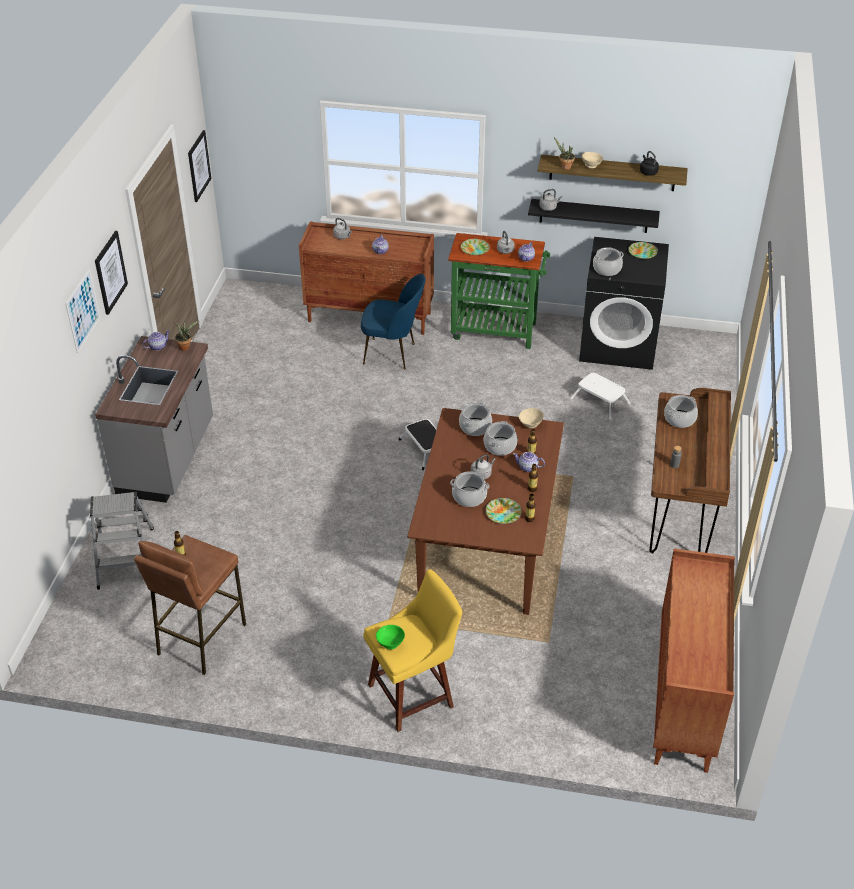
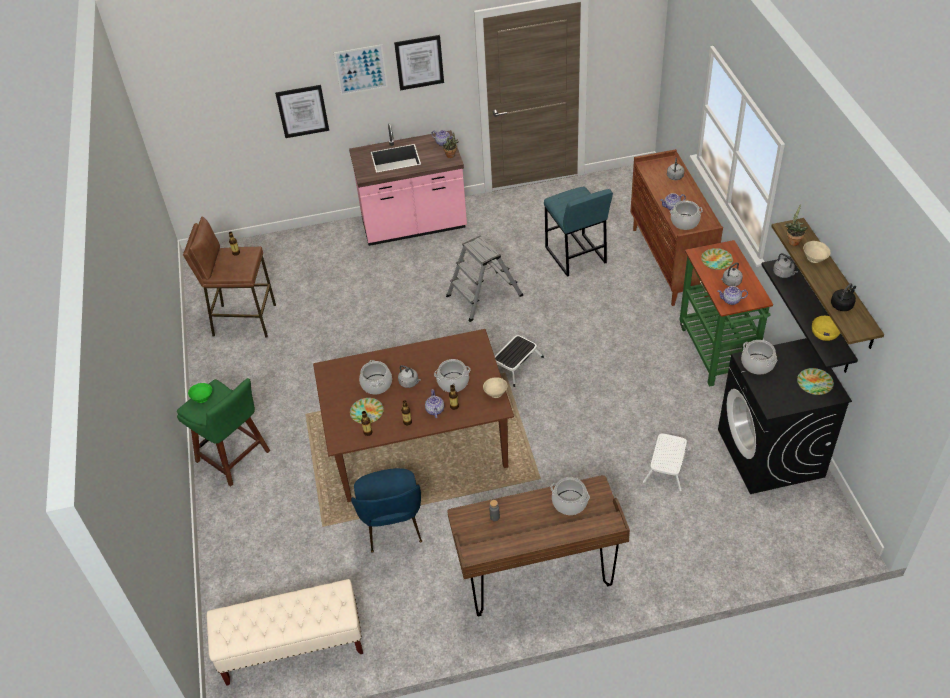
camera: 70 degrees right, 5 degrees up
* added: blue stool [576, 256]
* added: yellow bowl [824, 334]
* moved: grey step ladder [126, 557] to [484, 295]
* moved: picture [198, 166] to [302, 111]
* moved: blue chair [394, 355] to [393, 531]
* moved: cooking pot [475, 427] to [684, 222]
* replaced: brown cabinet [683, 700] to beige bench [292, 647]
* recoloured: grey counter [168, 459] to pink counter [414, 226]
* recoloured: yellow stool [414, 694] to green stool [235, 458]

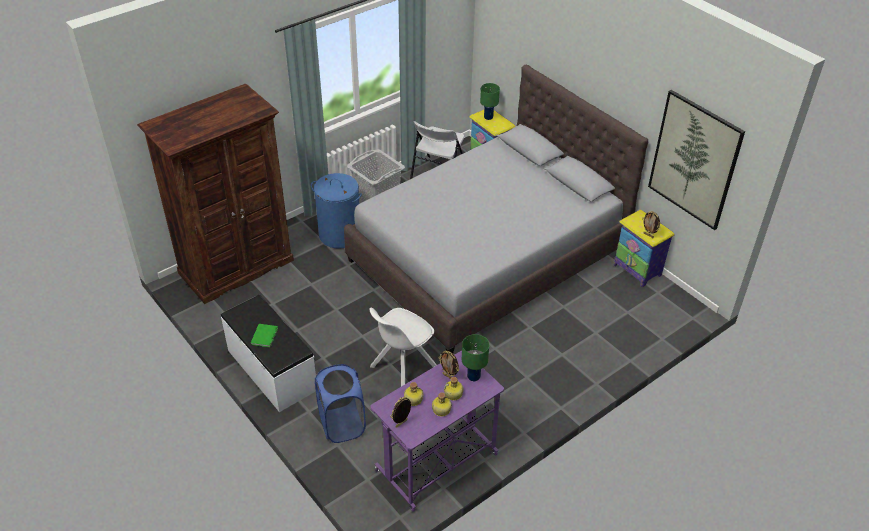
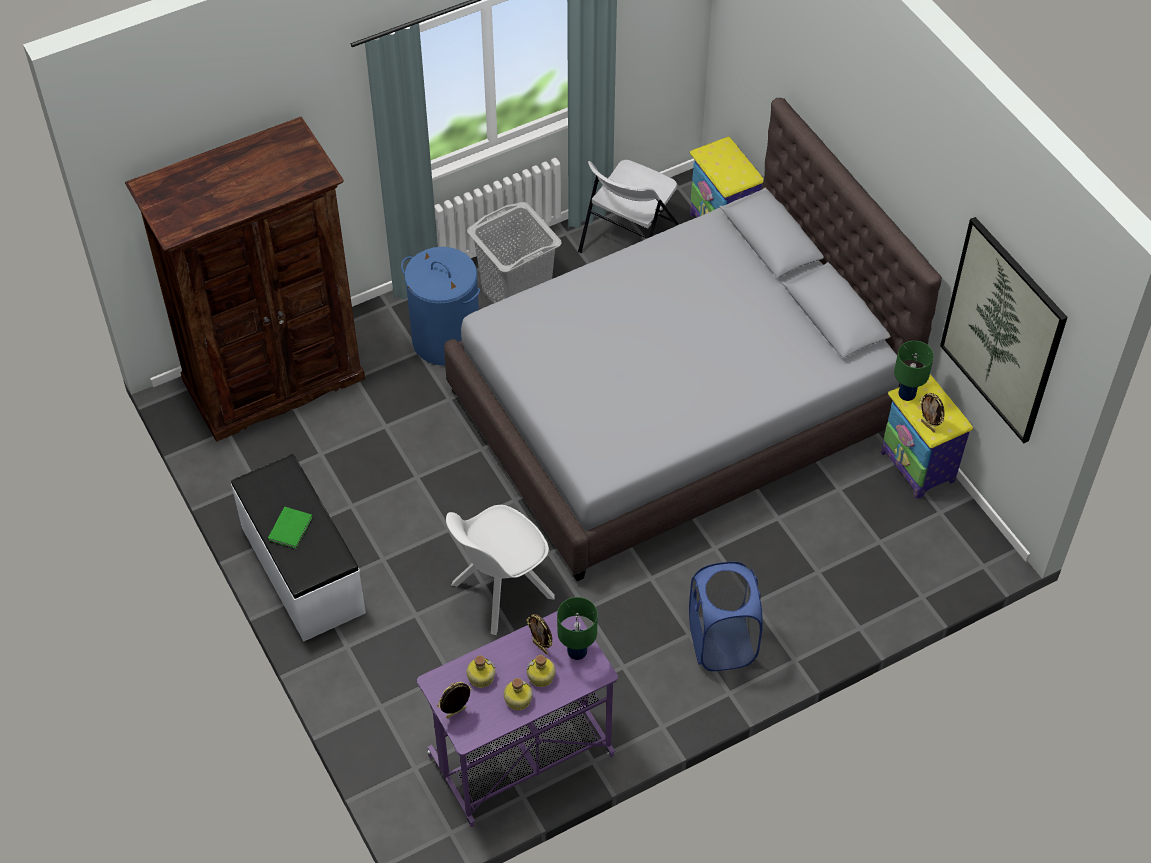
camera: 10 degrees right, 10 degrees up
* moved: blue laundry basket [342, 424] to [722, 643]
* moved: green table lamp [489, 117] to [907, 395]

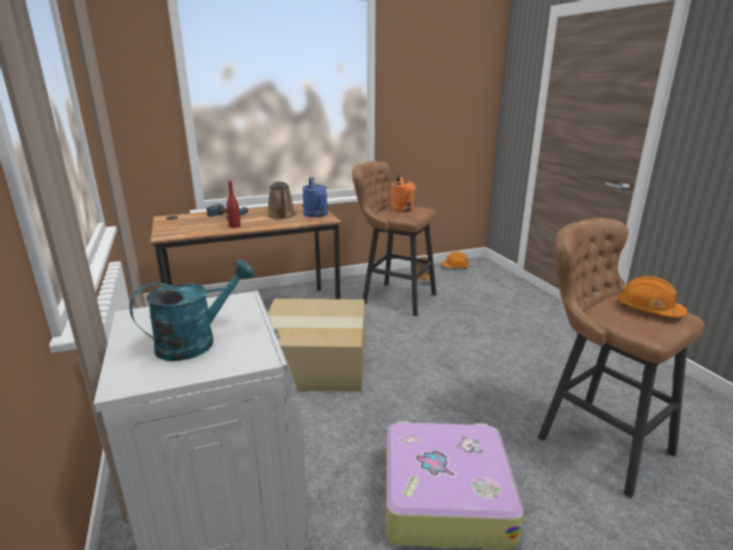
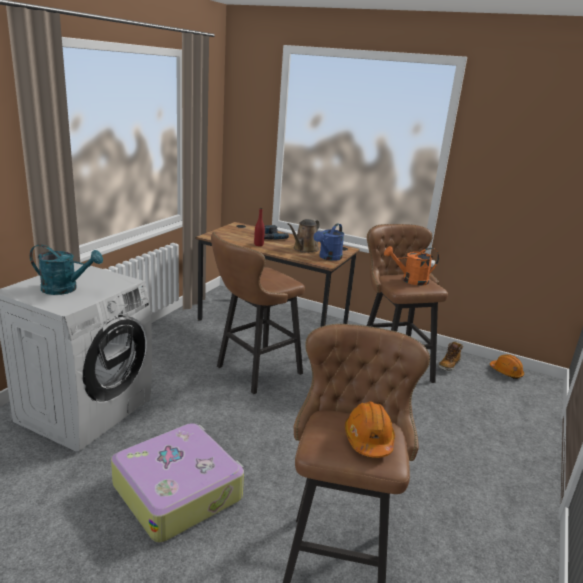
camera: 45 degrees right, 0 degrees up
* replaced: cardboard box [313, 362] to brown stool [251, 373]
* turned: orange watering can [403, 210] = [410, 280] 45 degrees clockwise

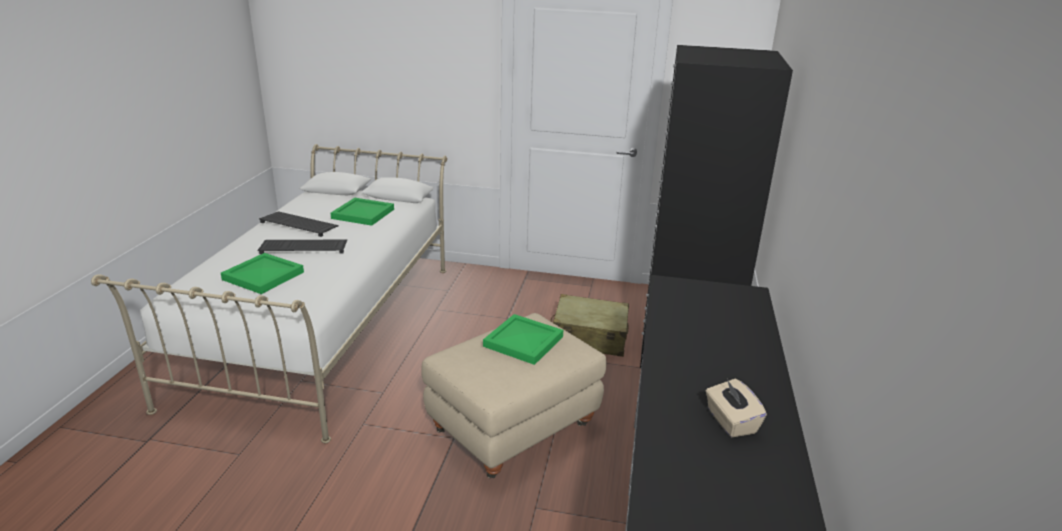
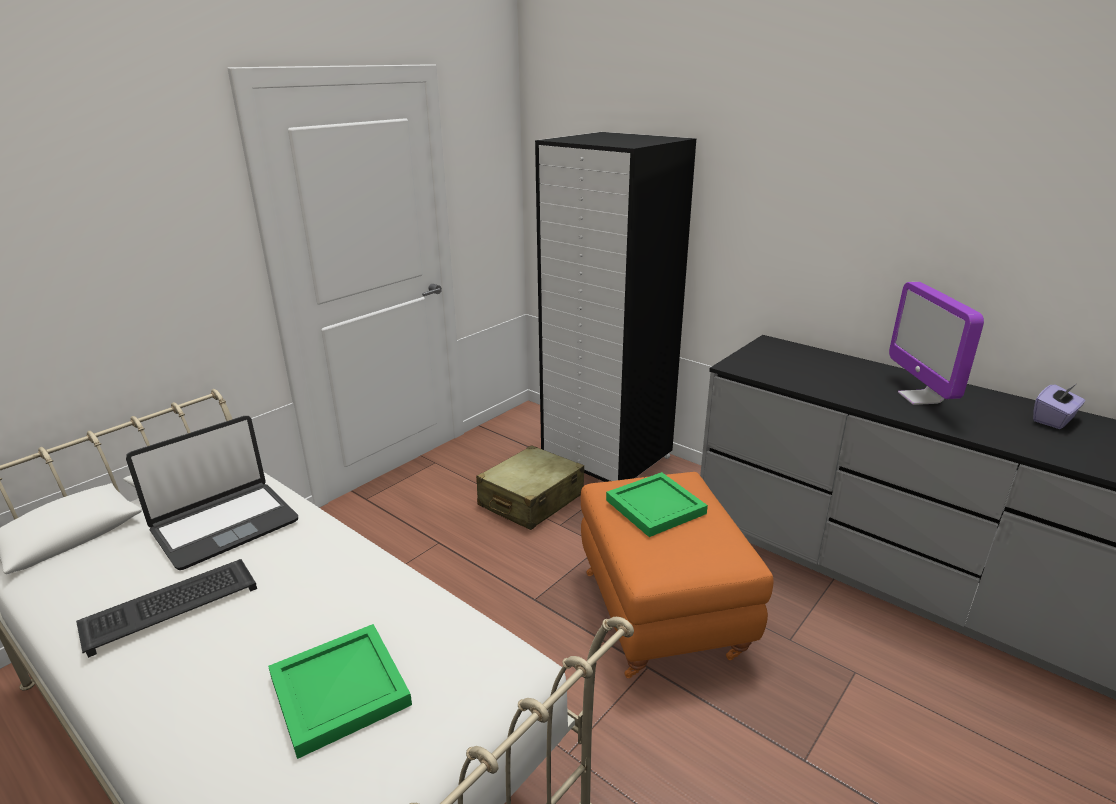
camera: 60 degrees left, 0 degrees up
* removed: keyboard [305, 247]
* removed: beige tissue box [730, 422]
* added: monitor [920, 398]
* added: purple tissue box [1054, 420]
* replaced: green tray [364, 214] to laptop [224, 525]
* recoloured: beige ottoman [513, 432] to orange ottoman [663, 614]

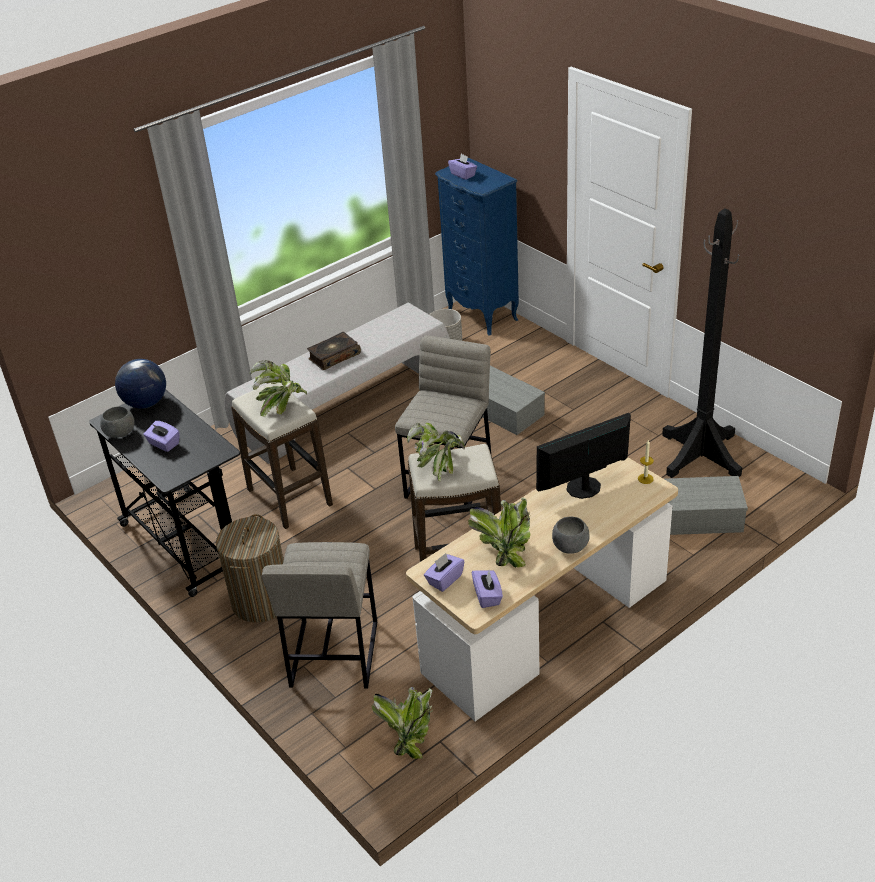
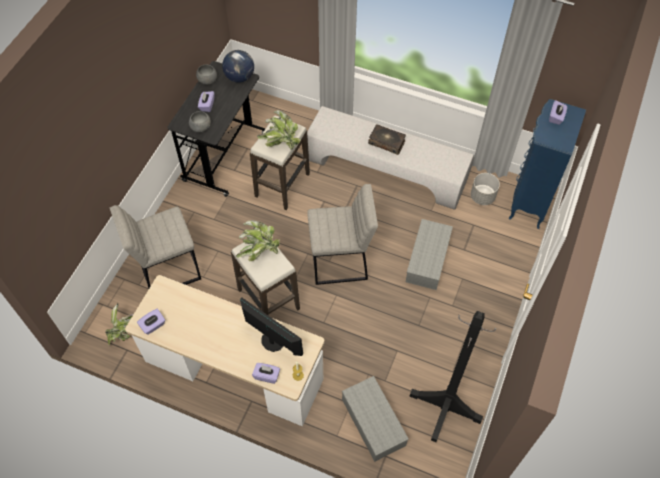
camera: 60 degrees right, 20 degrees up
* removed: laundry basket [261, 601]
* removed: potted plant [504, 550]
* moved: purple tissue box [444, 579] to [267, 375]
* moved: grey bowl [571, 547] to [201, 128]

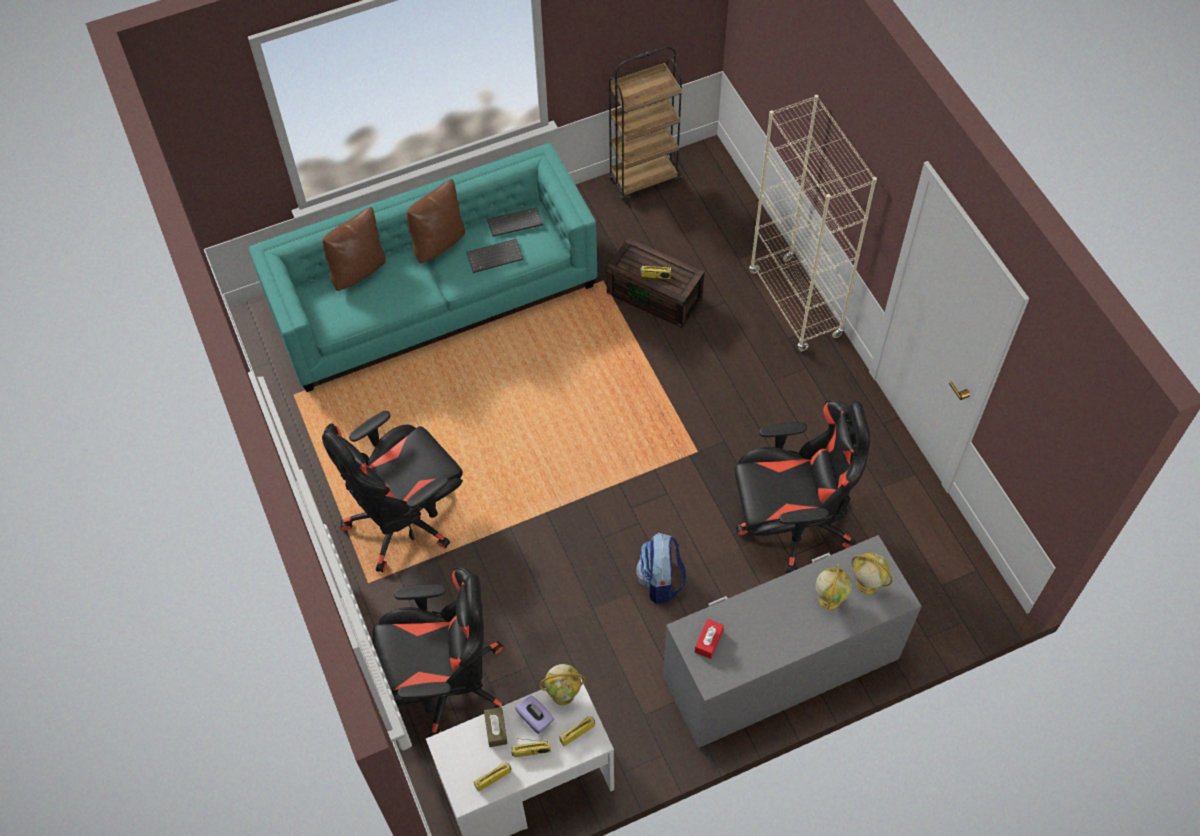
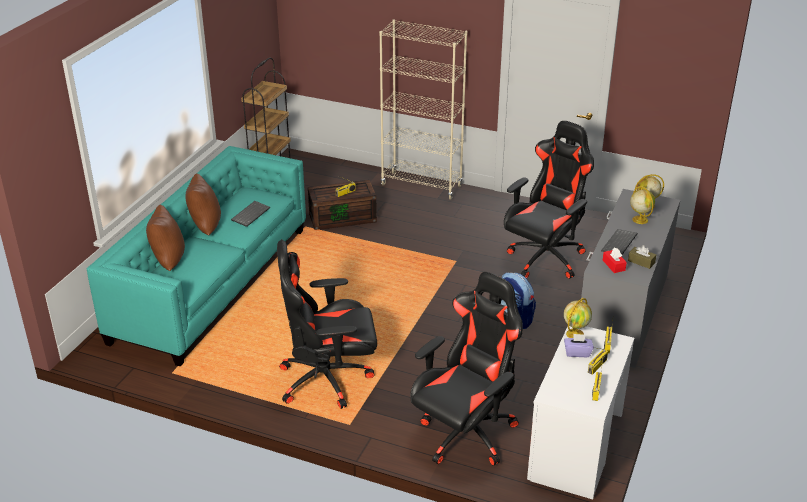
camera: 45 degrees left, 25 degrees down
* moved: brown tissue box [496, 729] to [641, 262]
* moved: keyboard [514, 224] to [620, 244]
* turned: black office chair [408, 516] = [331, 380] 75 degrees clockwise

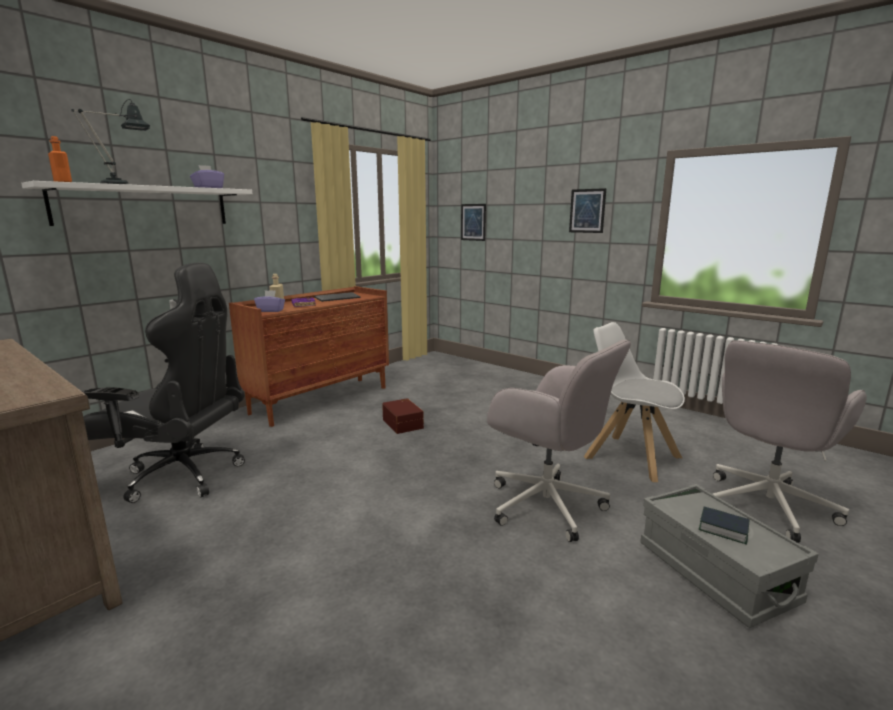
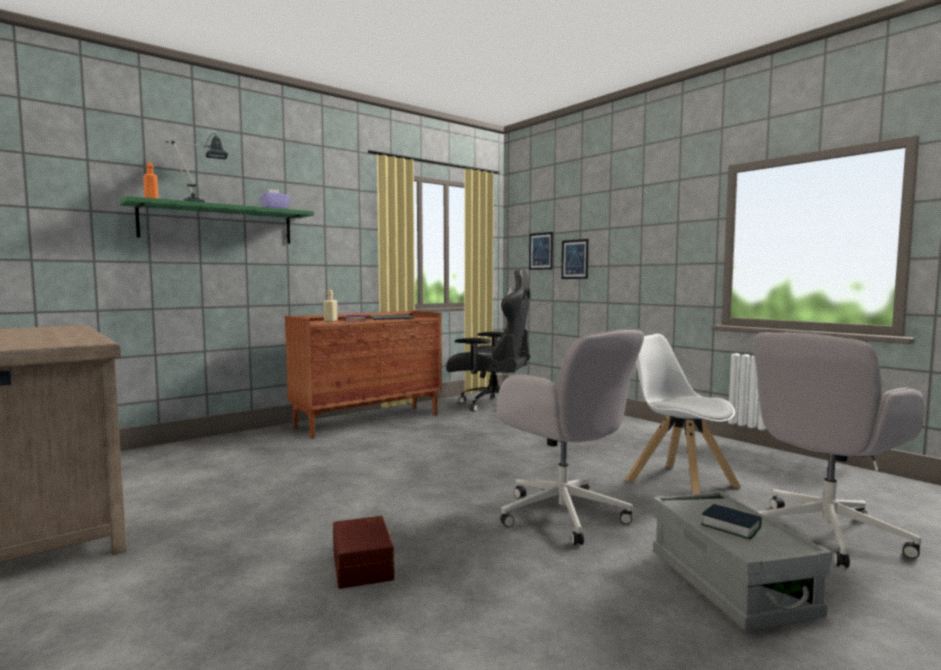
camera: 10 degrees right, 10 degrees down
* removed: purple tissue box [271, 310]
* moved: black office chair [177, 475] to [489, 404]
* moved: brown storage box [403, 423] to [364, 565]
* moved: picture [587, 211] to [575, 259]
* recoloured: white shelf [144, 206] to green shelf [218, 224]

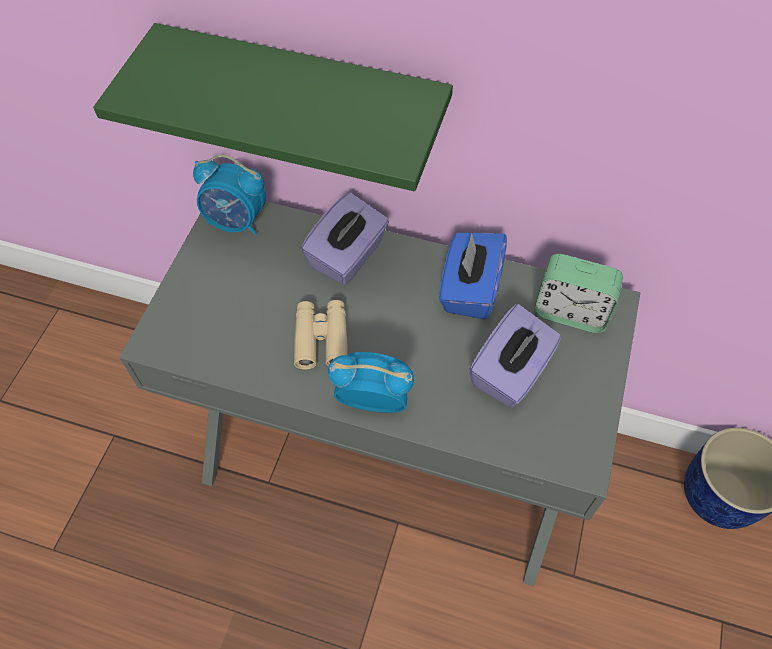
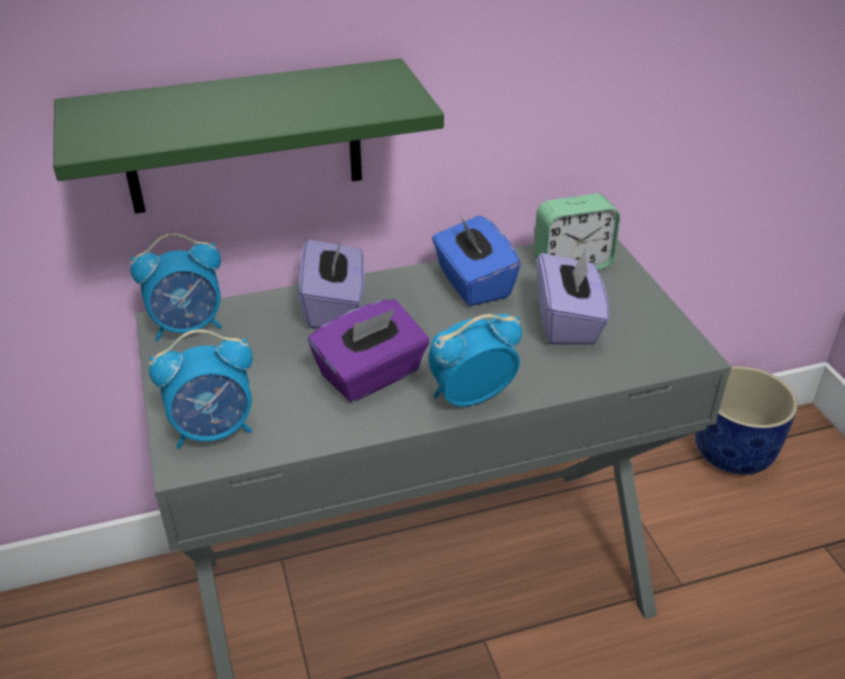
camera: 35 degrees left, 20 degrees down
* added: alarm clock [214, 430]
* replaced: beige binoculars [321, 338] to purple tissue box [371, 375]

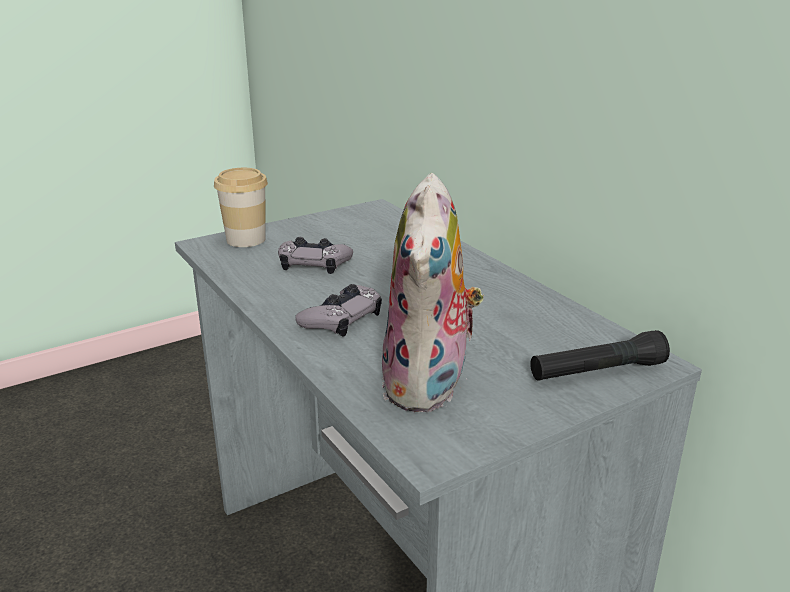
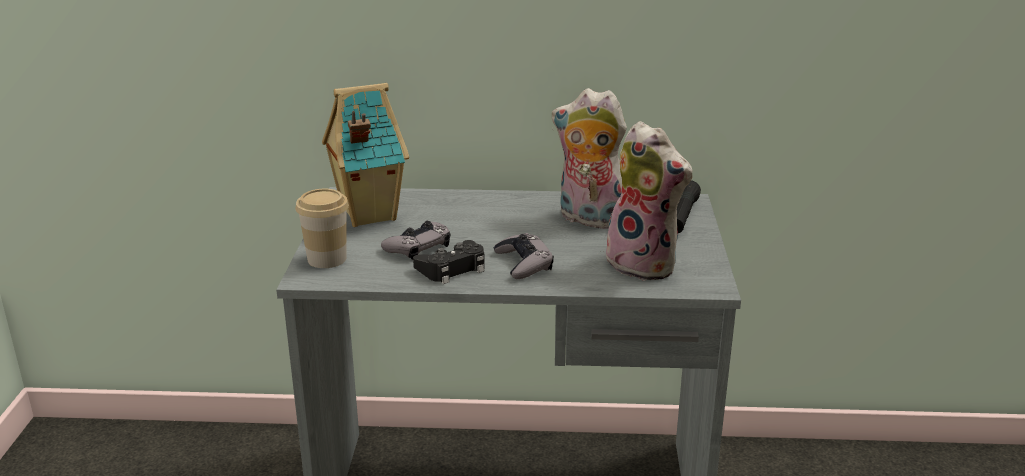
camera: 55 degrees left, 0 degrees up
* added: toy house [367, 215]
* added: black game controller [452, 269]
* added: plush toy [589, 219]

